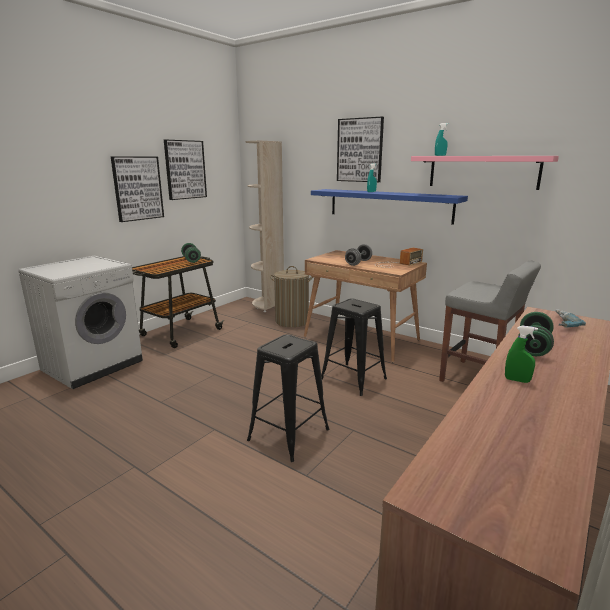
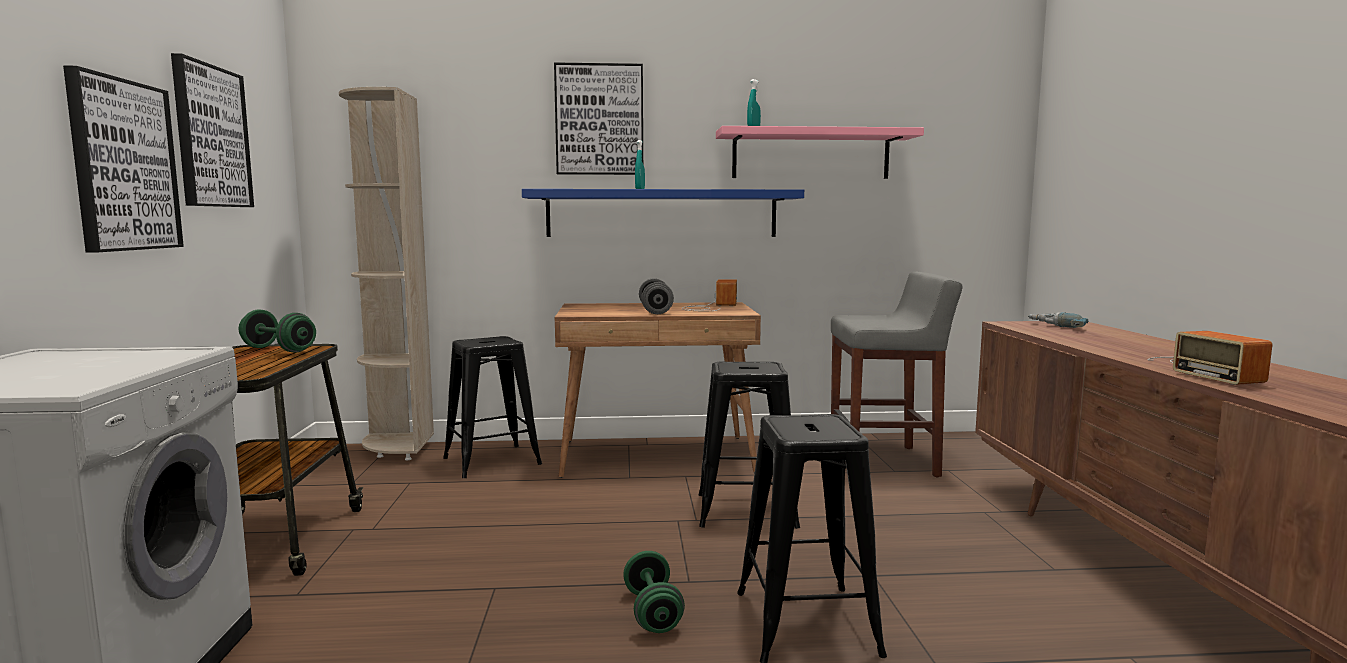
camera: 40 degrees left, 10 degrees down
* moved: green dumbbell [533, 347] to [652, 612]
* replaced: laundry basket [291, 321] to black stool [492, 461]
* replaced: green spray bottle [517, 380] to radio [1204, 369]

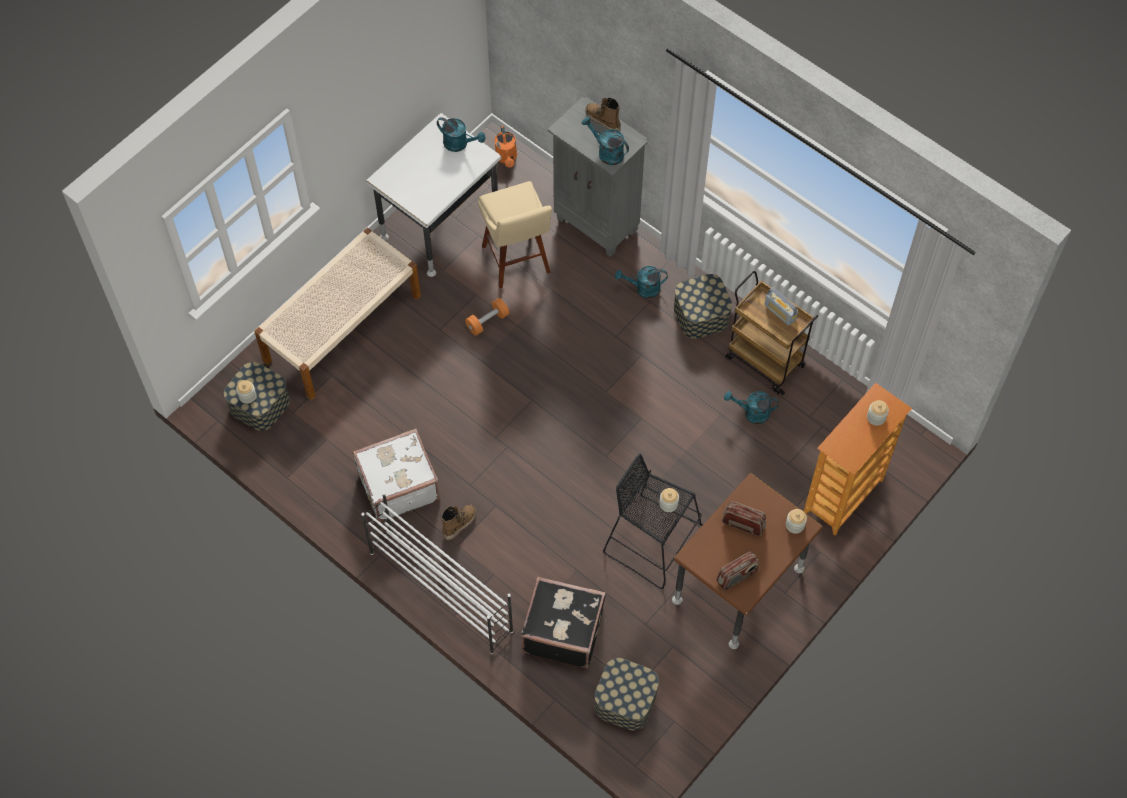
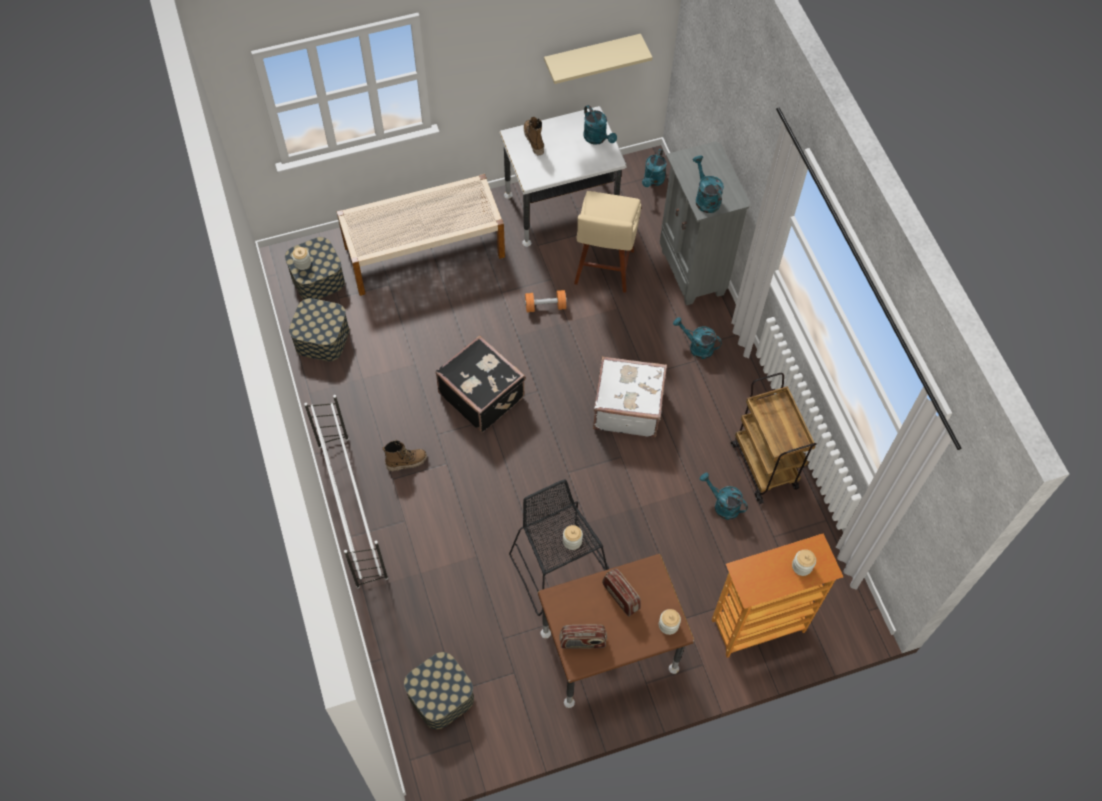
camera: 30 degrees right, 0 degrees up
* removed: radio [780, 312]
* added: beige shelf [592, 56]
* moved: white suitcase [397, 485] to [627, 407]
* moved: black suitcase [562, 630] to [482, 394]
* moved: boot [603, 121] to [533, 140]
* moved: storage box [701, 315] to [322, 338]
* recoloured: orange watering can [507, 158] to turquoise watering can [653, 181]

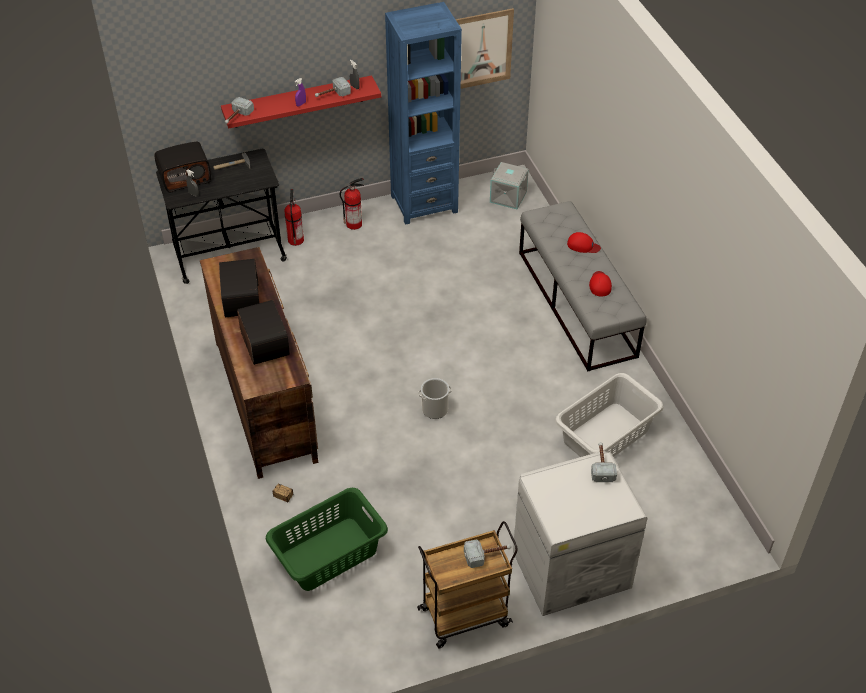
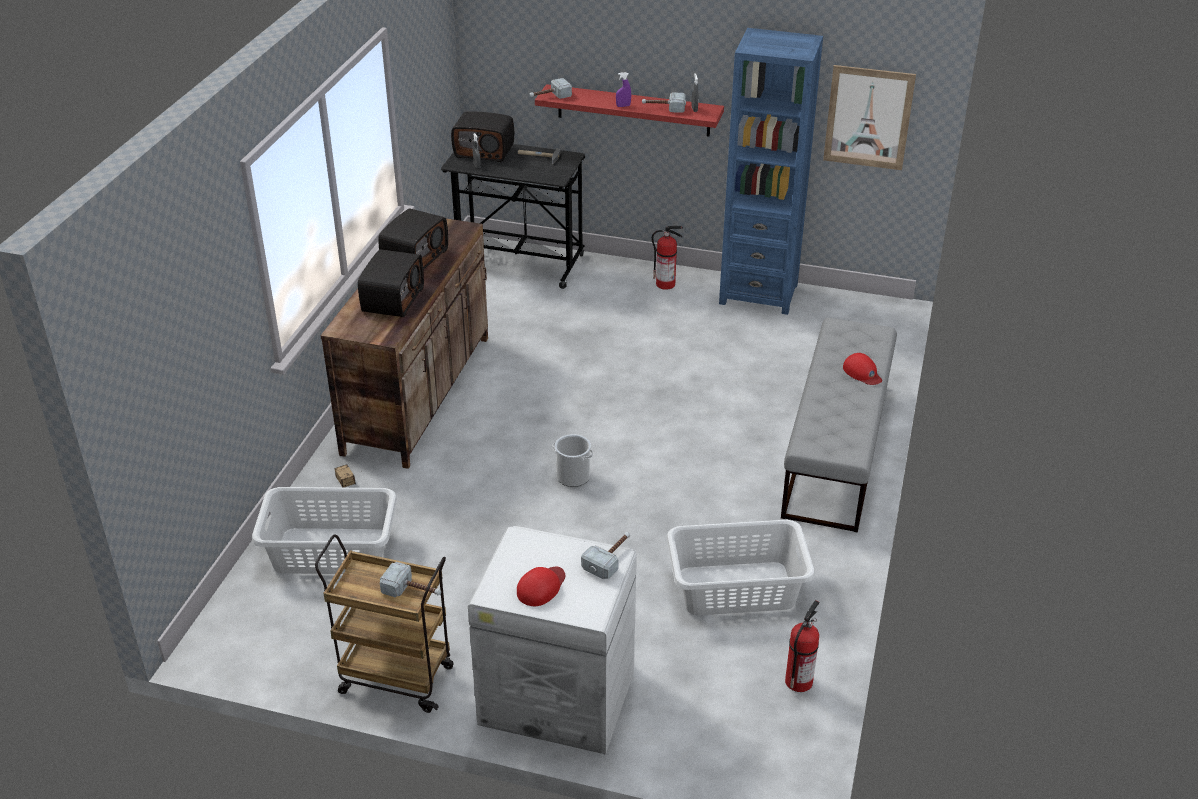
camera: 35 degrees right, 10 degrees down
* removed: grey storage box [508, 196]
* moved: fire extinguisher [295, 239] to [798, 680]
* moved: red cap [600, 284] to [541, 587]
* recoloured: green laundry basket [328, 554] to grey laundry basket [330, 551]

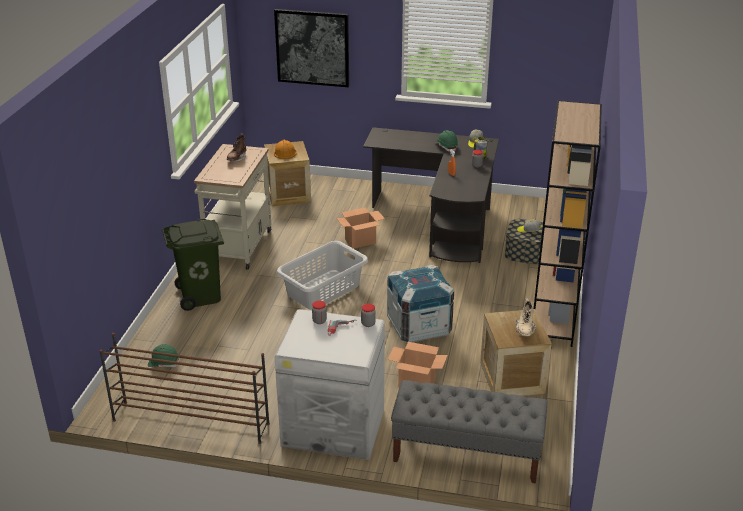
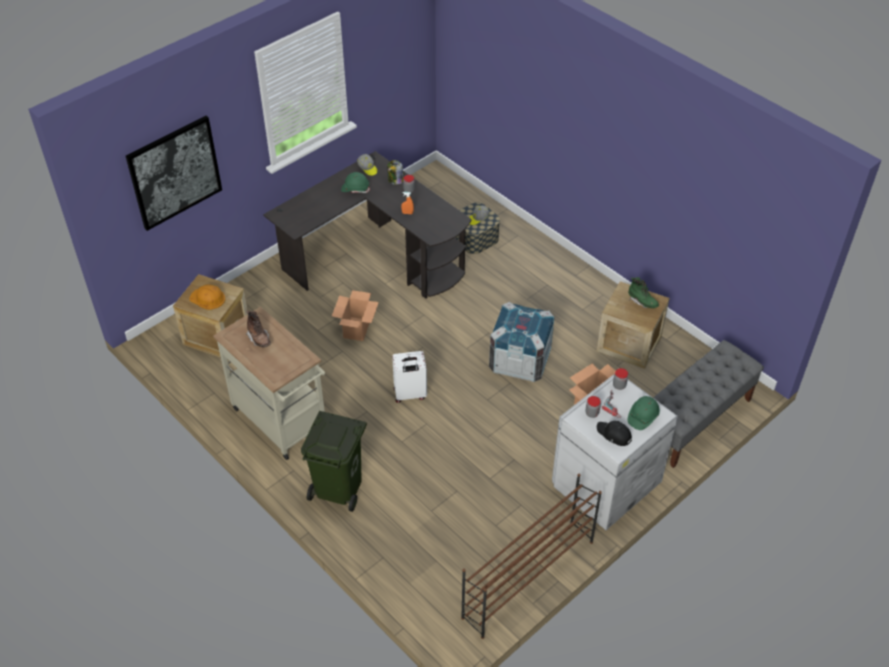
camera: 55 degrees left, 15 degrees up
* removed: beige bookcase [554, 317]
* added: black cap [614, 435]
* moved: green hard hat [163, 363] to [642, 417]
* replaced: grey laundry basket [322, 289] to white suitcase [410, 394]
* recoloured: beige boot [525, 330] to green boot [642, 302]

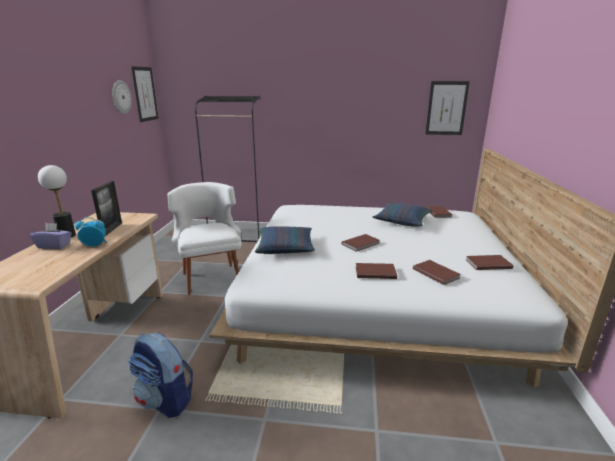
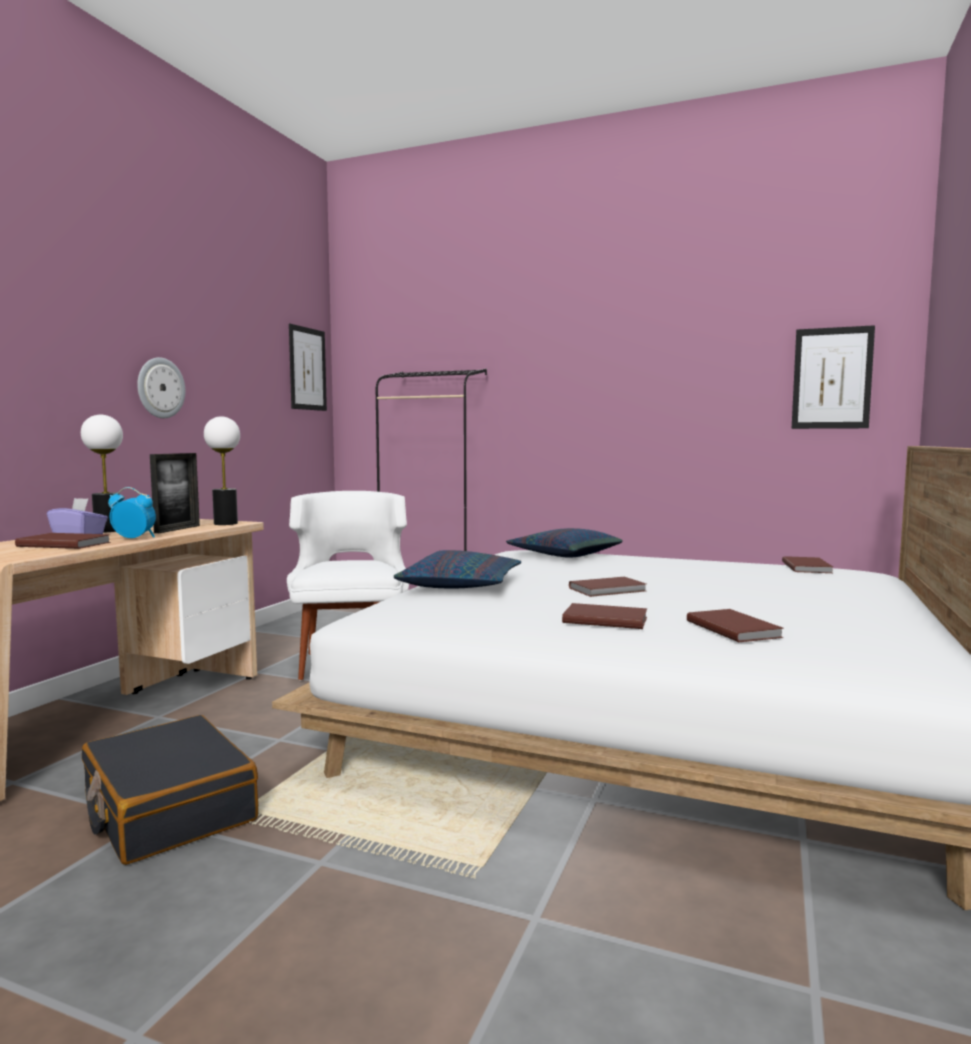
camera: 15 degrees right, 15 degrees down
* added: table lamp [226, 523]
* moved: wall clock [121, 97] to [160, 388]
* moved: blue pillow [402, 221] to [564, 555]
* moved: brown book [487, 264] to [64, 544]
* replaced: backpack [166, 400] to black suitcase [168, 809]

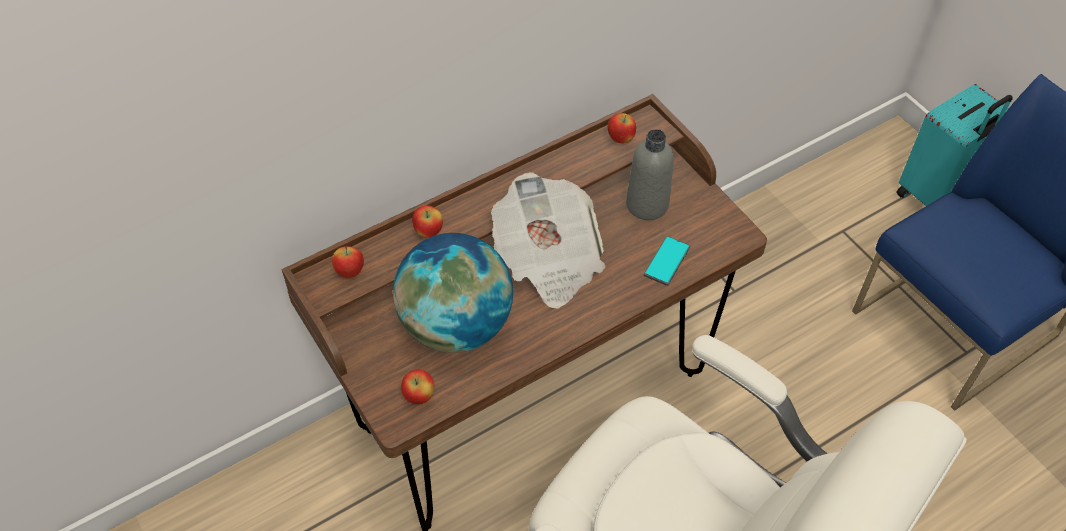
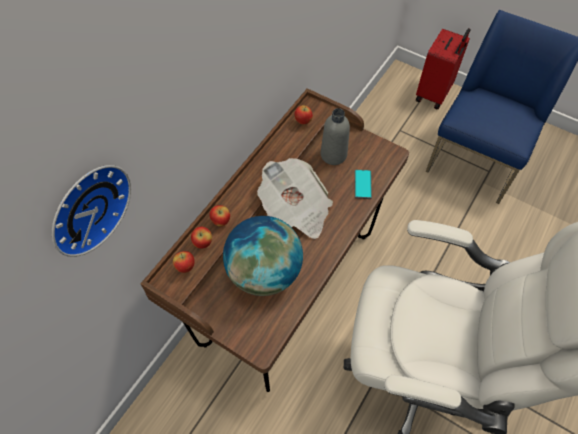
camera: 25 degrees left, 5 degrees up
* added: wall clock [87, 207]
* moved: apple [419, 396] to [203, 243]
* recoloured: turquoise suitcase [936, 194] to red suitcase [434, 94]

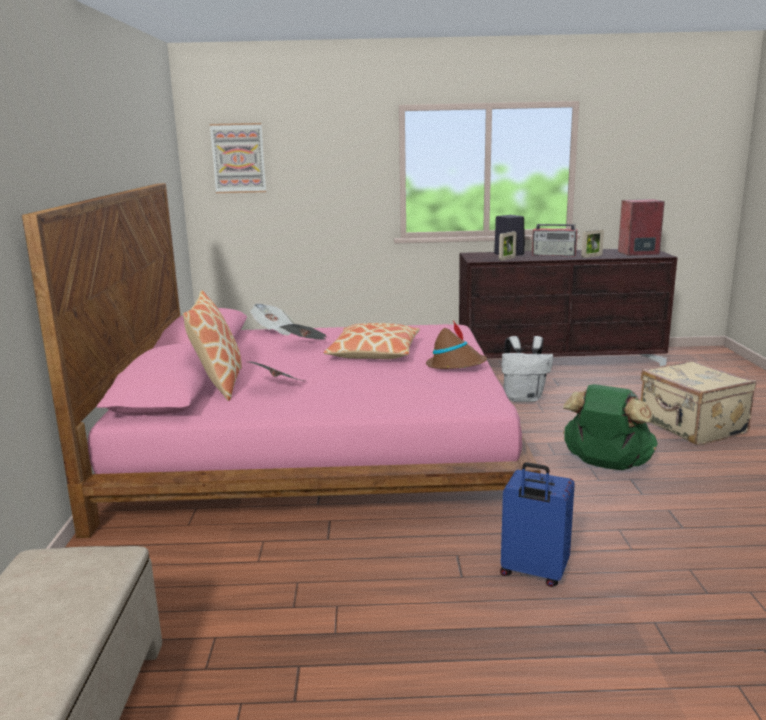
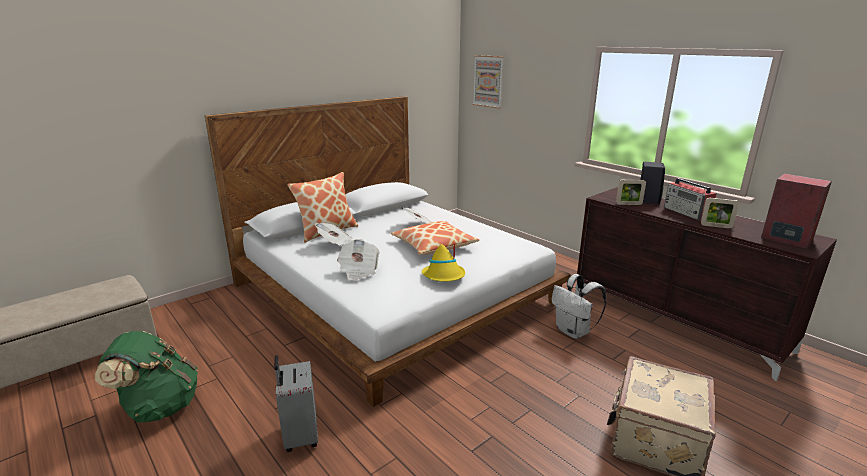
camera: 50 degrees right, 5 degrees up
* moved: newspaper [275, 331] to [358, 270]
* moved: green backpack [606, 465] to [159, 406]
* recoloured: pink bed [320, 444] to white bed [394, 293]
* recoloured: brown hat [456, 365] to yellow hat [444, 276]
* recoloured: blue suitcase [533, 573] to grey suitcase [300, 436]

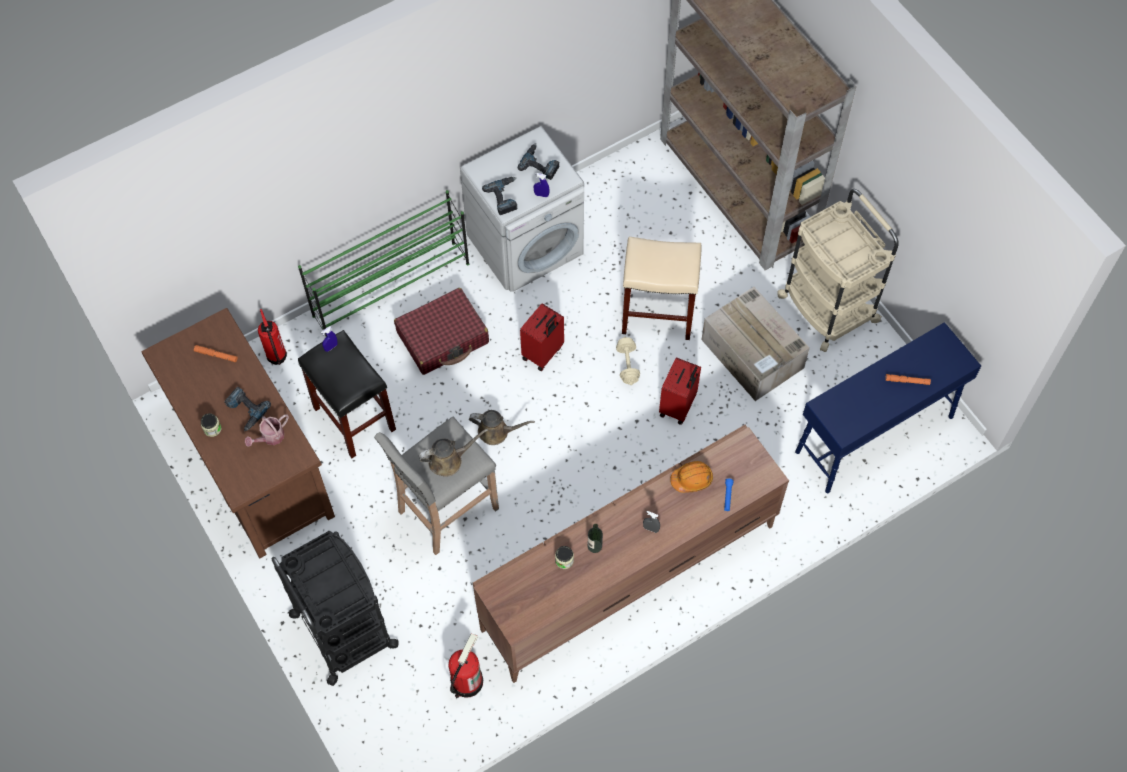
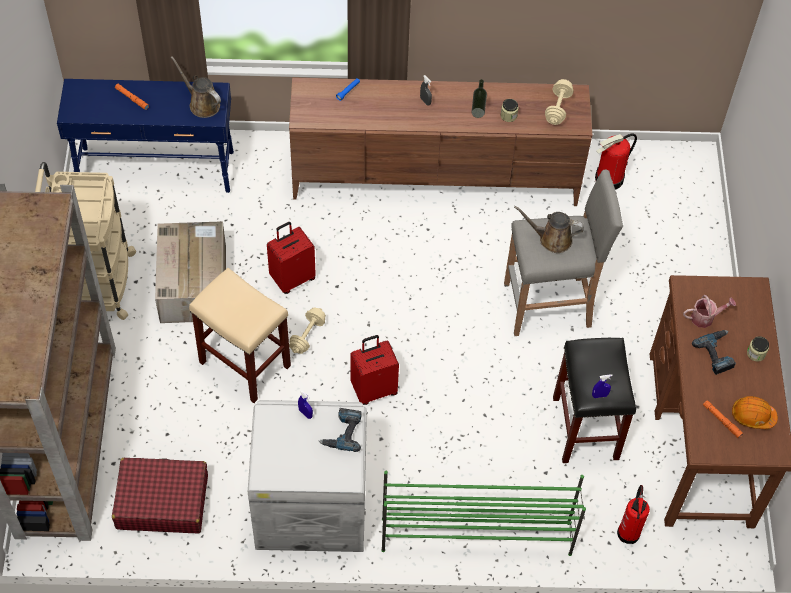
camera: 150 degrees left, 5 degrees down
* removed: black cart [345, 630]
* removed: power drill [540, 164]
* added: beige dumbbell [558, 108]
* moved: red suitcase [443, 338] to [162, 501]
* moved: brown watering can [496, 432] to [202, 104]
* moved: orange hard hat [692, 479] to [752, 416]

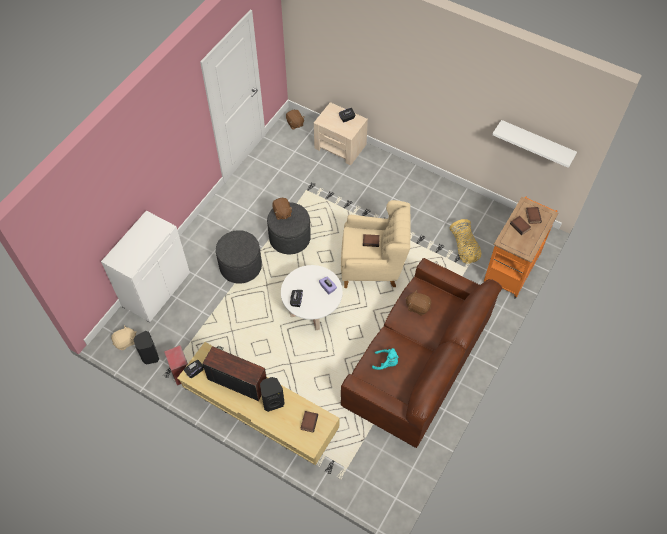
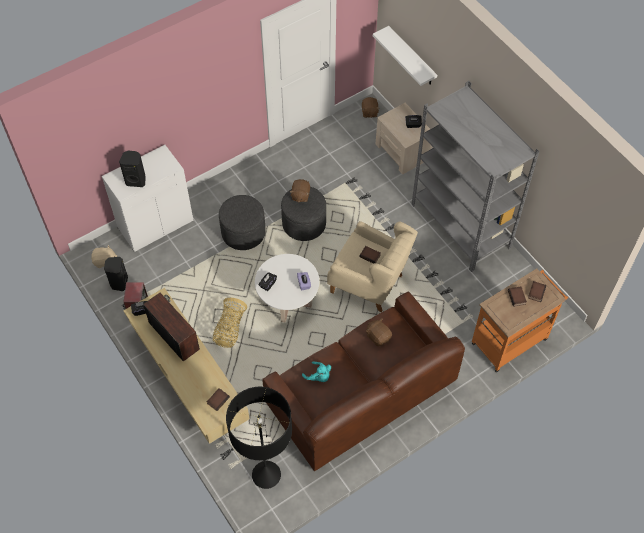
camera: 25 degrees right, 0 degrees up
* added: black floor lamp [266, 476]
* added: grey bookcase [460, 226]
* moved: black speaker [273, 401] to [136, 180]
* moved: basket [464, 248] to [230, 329]
* moved: white shelf [536, 142] to [412, 57]

